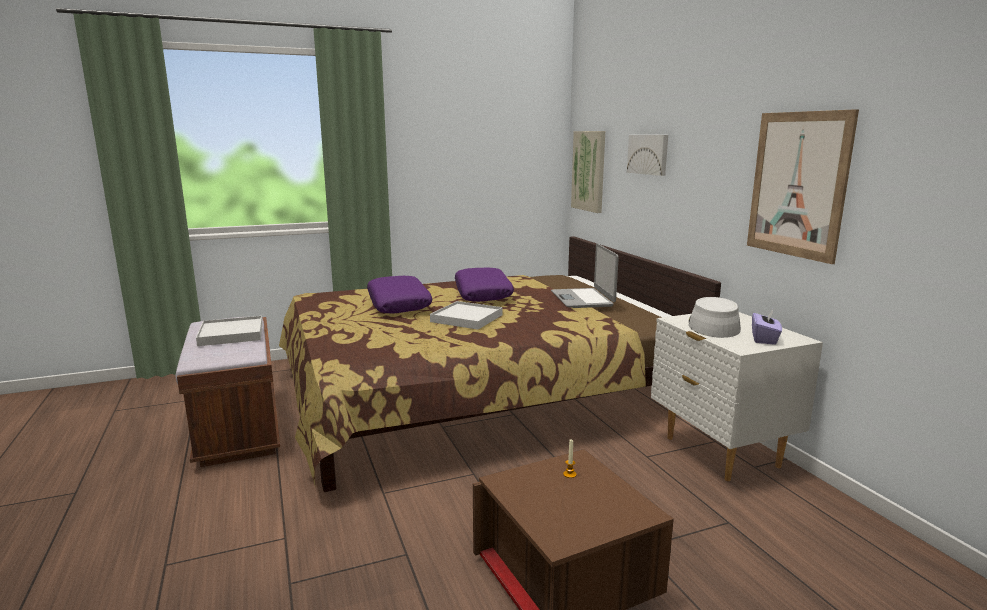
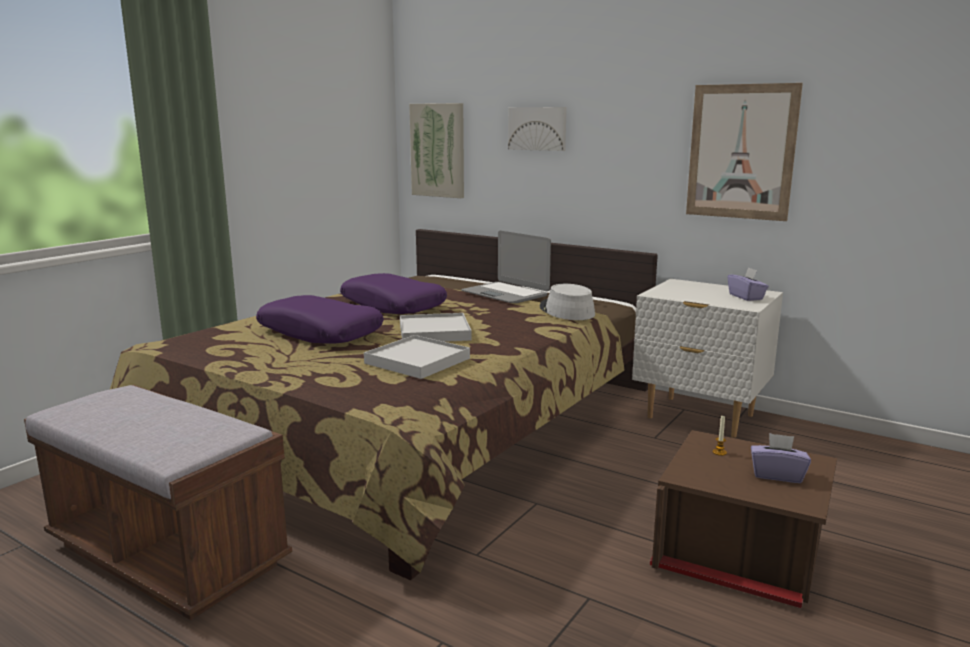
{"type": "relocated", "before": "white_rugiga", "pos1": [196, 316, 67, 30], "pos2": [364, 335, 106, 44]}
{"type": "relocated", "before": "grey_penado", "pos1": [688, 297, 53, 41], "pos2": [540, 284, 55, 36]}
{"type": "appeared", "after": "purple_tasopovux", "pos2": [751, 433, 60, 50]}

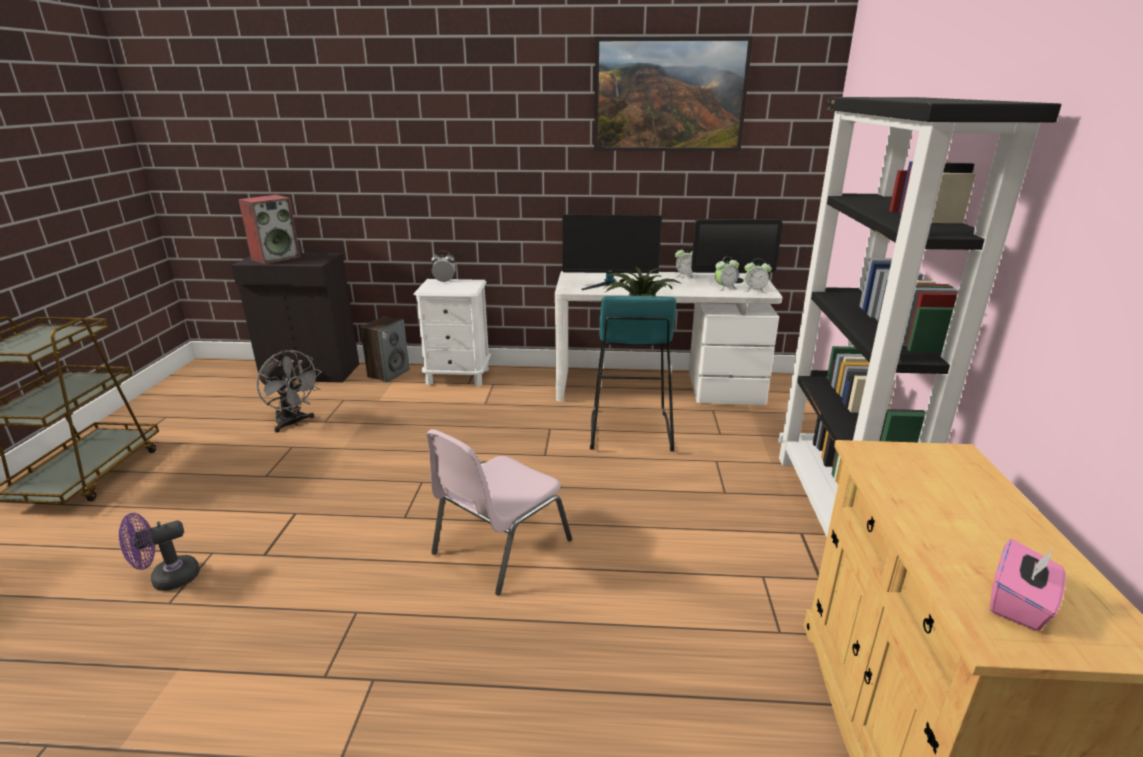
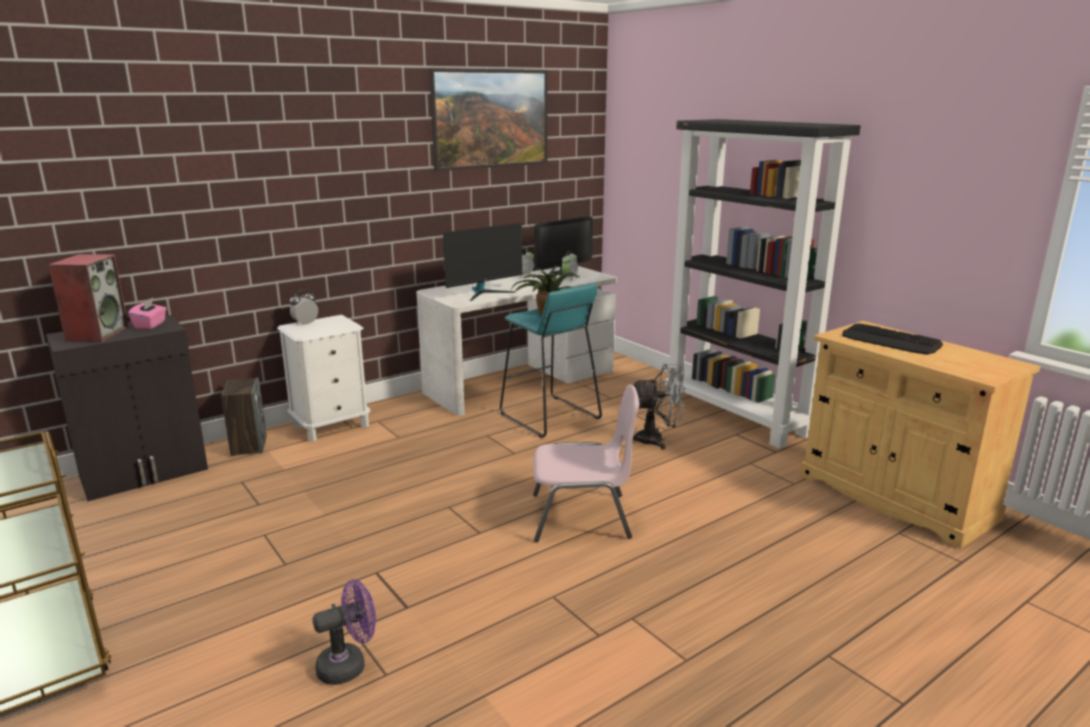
{"type": "relocated", "before": "pink_tasopovux", "pos1": [990, 539, 76, 92], "pos2": [128, 298, 38, 31]}
{"type": "spun", "before": "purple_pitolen", "pos1": [119, 513, 81, 78], "pos2": [313, 579, 63, 106], "turn": -135}
{"type": "spun", "before": "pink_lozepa", "pos1": [426, 429, 146, 167], "pos2": [533, 384, 107, 158], "turn": -90}
{"type": "relocated", "before": "grey_pitolen", "pos1": [256, 350, 65, 83], "pos2": [633, 364, 53, 86]}
{"type": "appeared", "after": "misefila", "pos2": [842, 323, 101, 32]}
{"type": "missing", "before": "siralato", "pos1": [744, 259, 28, 34]}

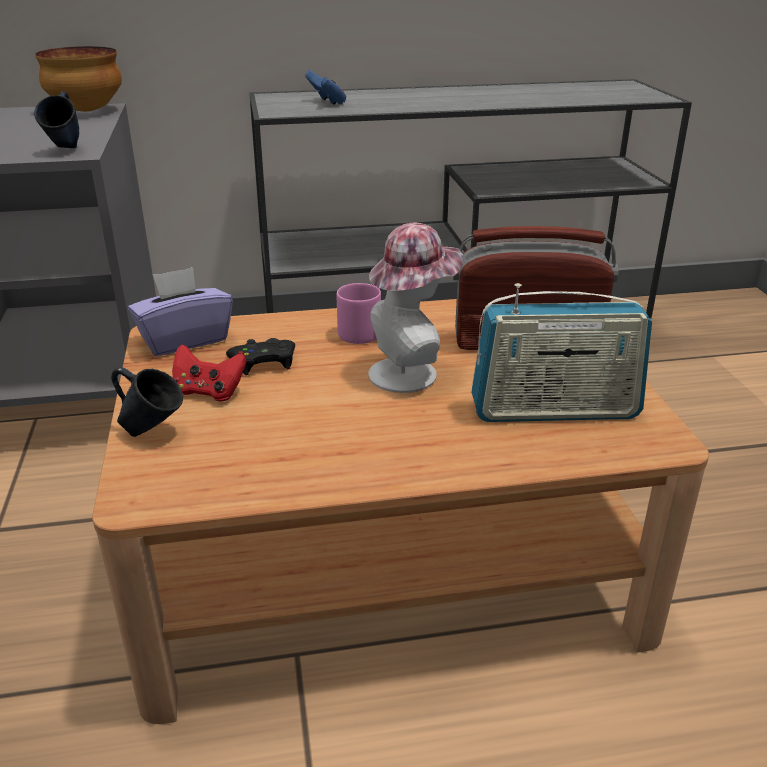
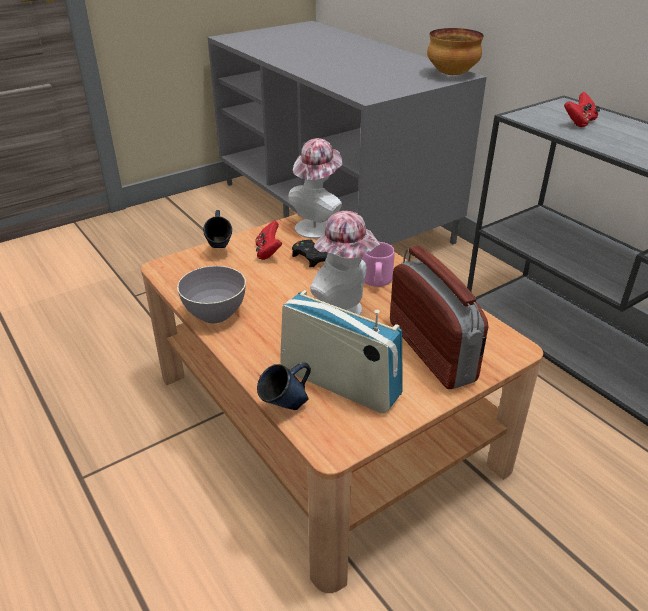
{"type": "appeared", "after": "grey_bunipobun", "pos2": [177, 266, 69, 57]}
{"type": "relocated", "before": "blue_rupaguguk", "pos1": [34, 92, 45, 56], "pos2": [257, 362, 54, 48]}
{"type": "spun", "before": "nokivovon", "pos1": [471, 283, 181, 139], "pos2": [280, 290, 123, 123], "turn": 150}
{"type": "exchanged", "before": "purple_tasopovux", "after": "penado", "pos1": [128, 267, 105, 89], "pos2": [288, 138, 55, 101]}
{"type": "colour", "before": "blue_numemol", "after": "red_numemol", "pos1": [305, 70, 41, 35], "pos2": [564, 92, 36, 35]}

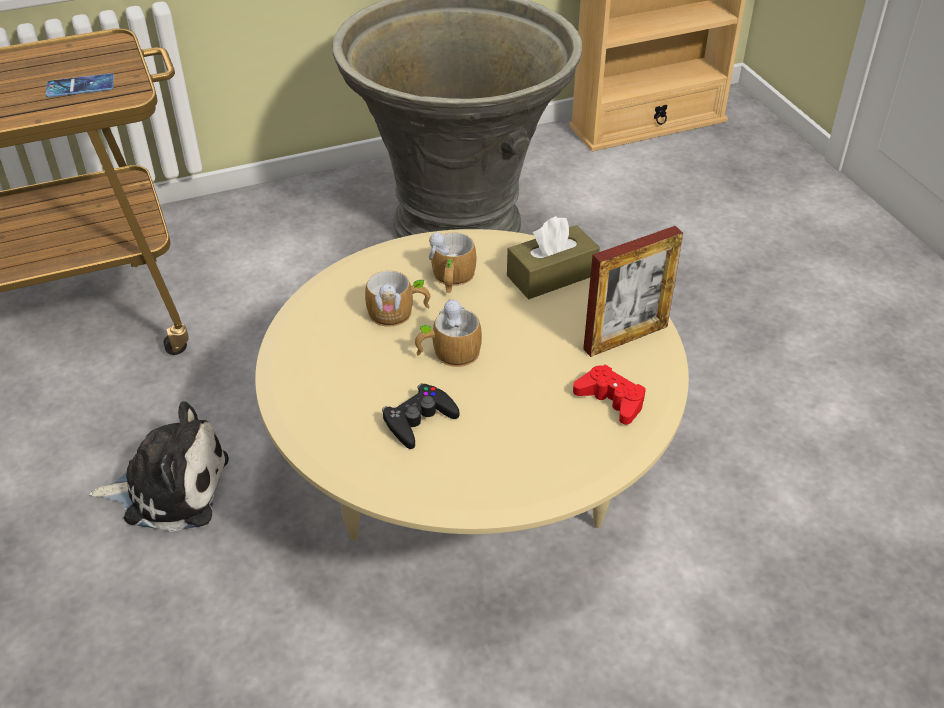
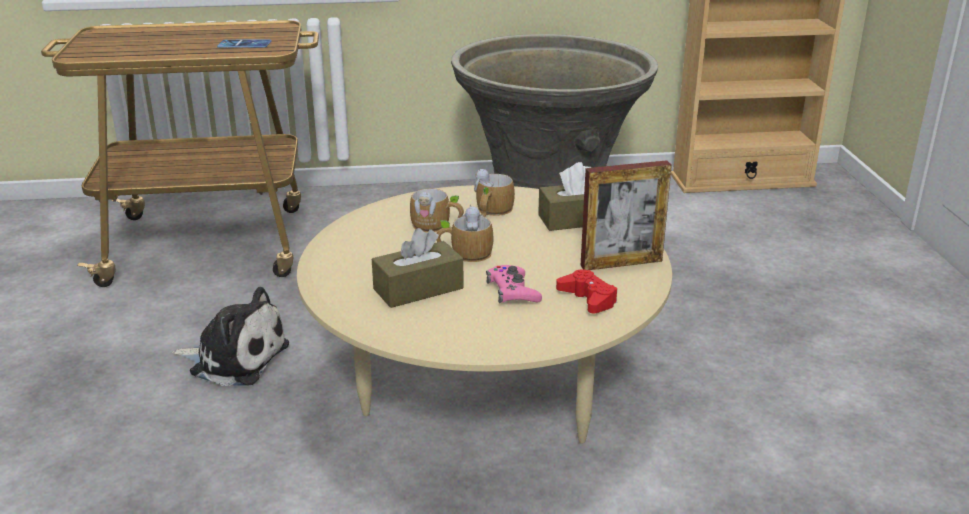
{"type": "exchanged", "before": "black_numemol", "after": "brown_tasopovux", "pos1": [382, 383, 78, 66], "pos2": [372, 228, 92, 80]}
{"type": "appeared", "after": "pink_numemol", "pos2": [486, 265, 56, 38]}

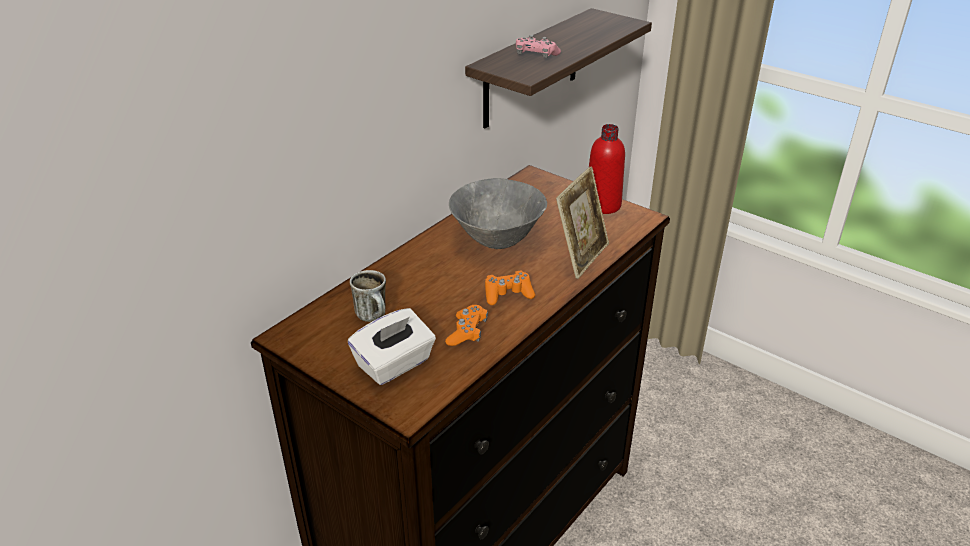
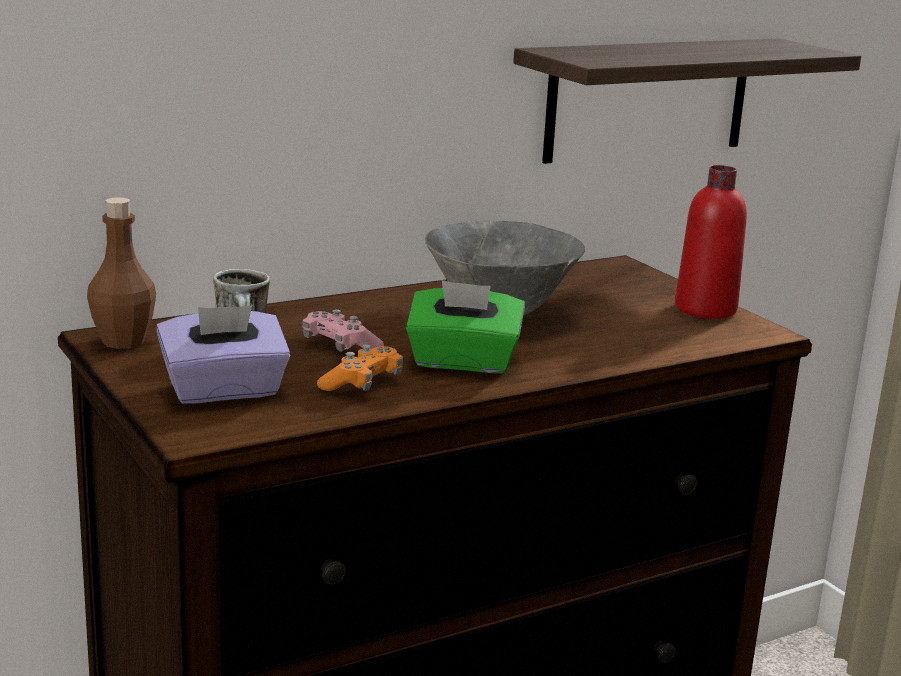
{"type": "appeared", "after": "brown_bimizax", "pos2": [87, 198, 69, 151]}
{"type": "colour", "before": "white_tasopovux", "after": "purple_tasopovux", "pos1": [348, 308, 88, 77], "pos2": [156, 305, 135, 99]}
{"type": "relocated", "before": "pink_numemol", "pos1": [516, 35, 45, 23], "pos2": [303, 309, 81, 43]}
{"type": "exchanged", "before": "orange_numemol", "after": "green_tasopovux", "pos1": [485, 271, 50, 34], "pos2": [406, 280, 119, 93]}
{"type": "missing", "before": "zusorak", "pos1": [556, 167, 53, 112]}

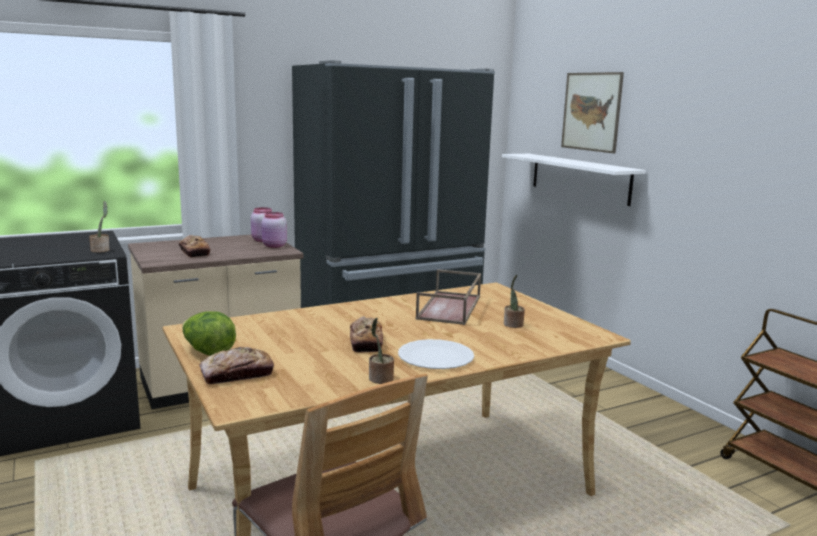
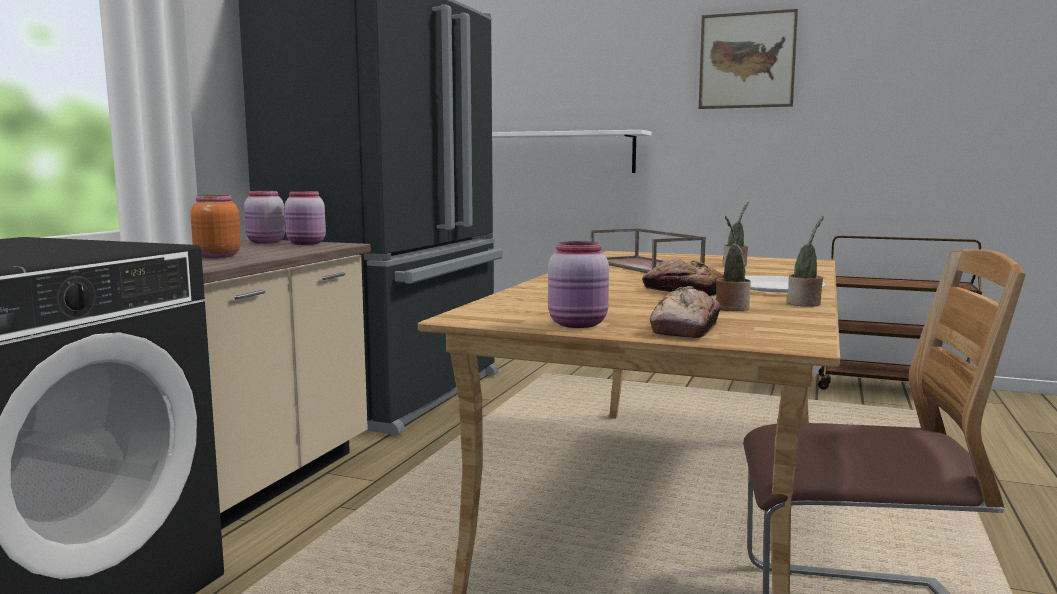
{"type": "exchanged", "before": "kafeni", "after": "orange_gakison", "pos1": [178, 235, 32, 22], "pos2": [190, 195, 51, 63]}
{"type": "exchanged", "before": "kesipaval", "after": "pink_gakison", "pos1": [182, 311, 54, 45], "pos2": [548, 241, 61, 87]}
{"type": "relocated", "before": "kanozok", "pos1": [561, 72, 63, 81], "pos2": [699, 9, 99, 100]}
{"type": "relocated", "before": "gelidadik", "pos1": [89, 201, 21, 52], "pos2": [716, 216, 35, 95]}

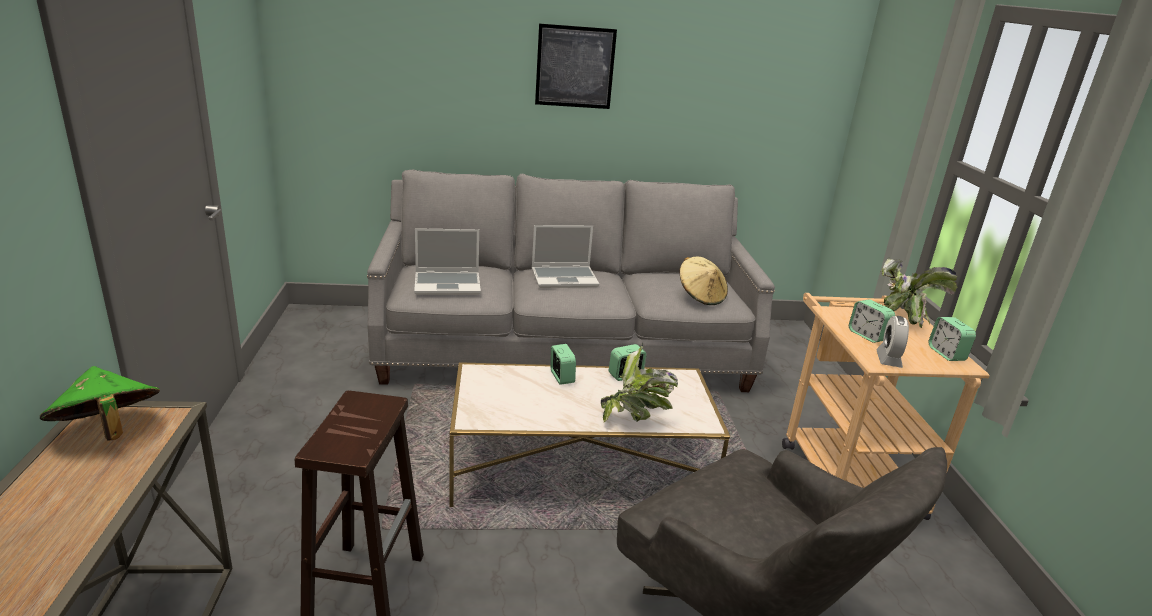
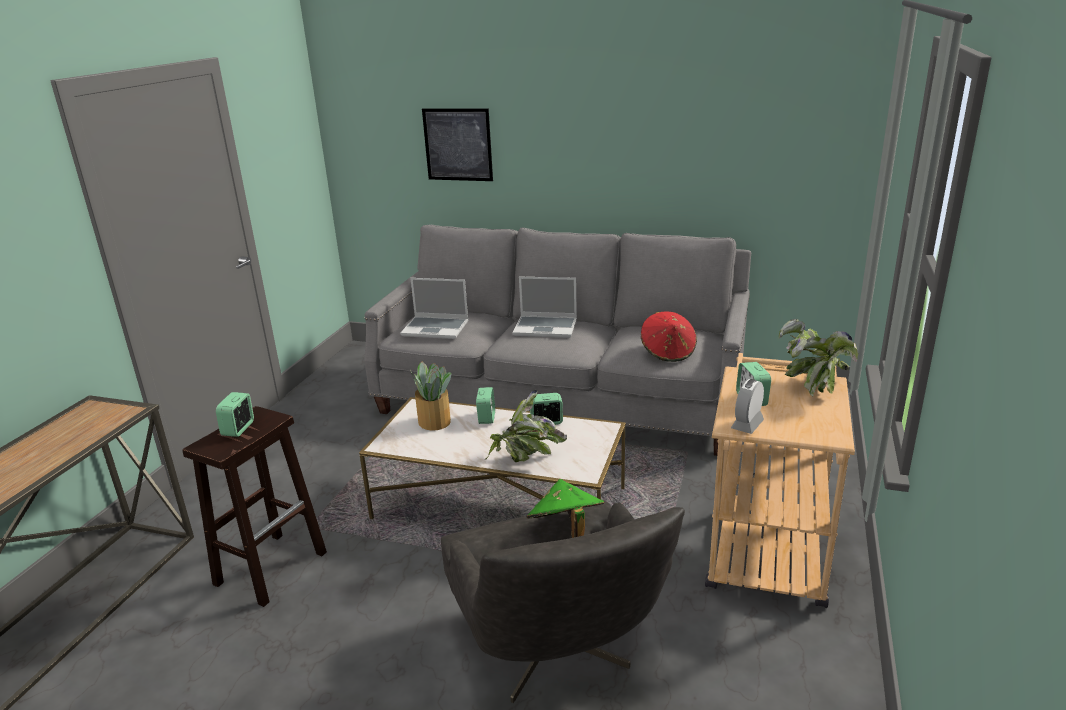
{"type": "relocated", "before": "siralato", "pos1": [928, 317, 48, 44], "pos2": [216, 392, 38, 45]}
{"type": "appeared", "after": "gelidadik", "pos2": [410, 362, 42, 69]}
{"type": "relocated", "before": "kanozok", "pos1": [535, 24, 82, 85], "pos2": [422, 108, 71, 73]}
{"type": "relocated", "before": "green_penado", "pos1": [40, 366, 120, 75], "pos2": [527, 479, 77, 59]}
{"type": "colour", "before": "beige_penado", "after": "red_penado", "pos1": [680, 257, 48, 48], "pos2": [641, 312, 56, 50]}

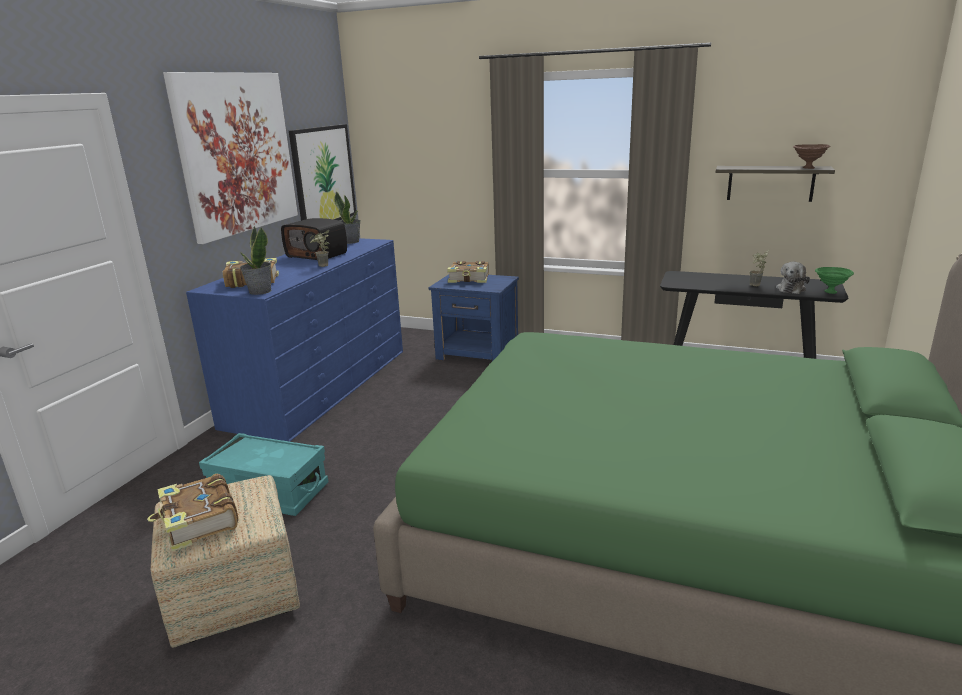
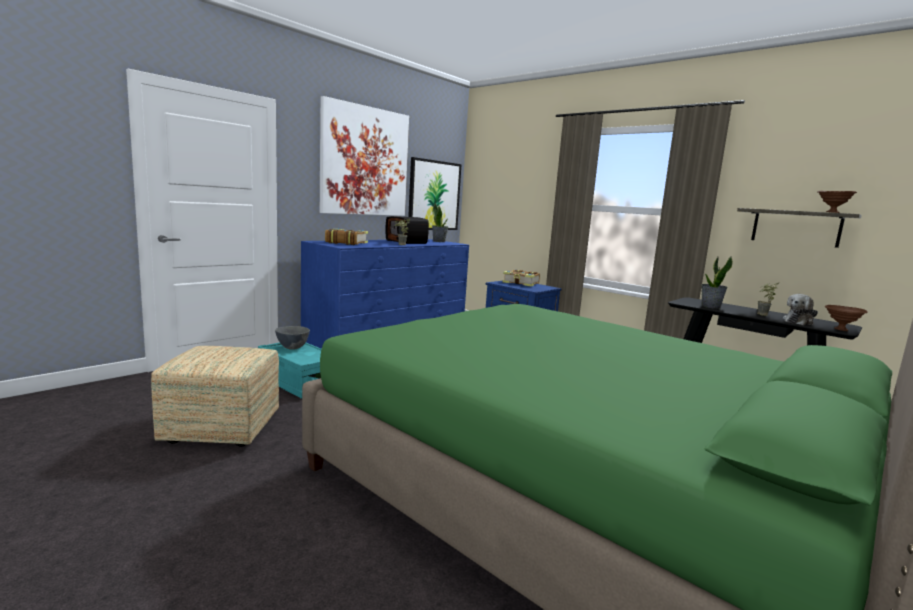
{"type": "appeared", "after": "grey_bunipobun", "pos2": [275, 326, 35, 24]}
{"type": "relocated", "before": "gelidadik", "pos1": [240, 226, 32, 69], "pos2": [701, 256, 32, 53]}
{"type": "colour", "before": "green_bunipobun", "after": "brown_bunipobun", "pos1": [815, 267, 39, 27], "pos2": [825, 305, 43, 26]}
{"type": "missing", "before": "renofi", "pos1": [147, 474, 91, 77]}

